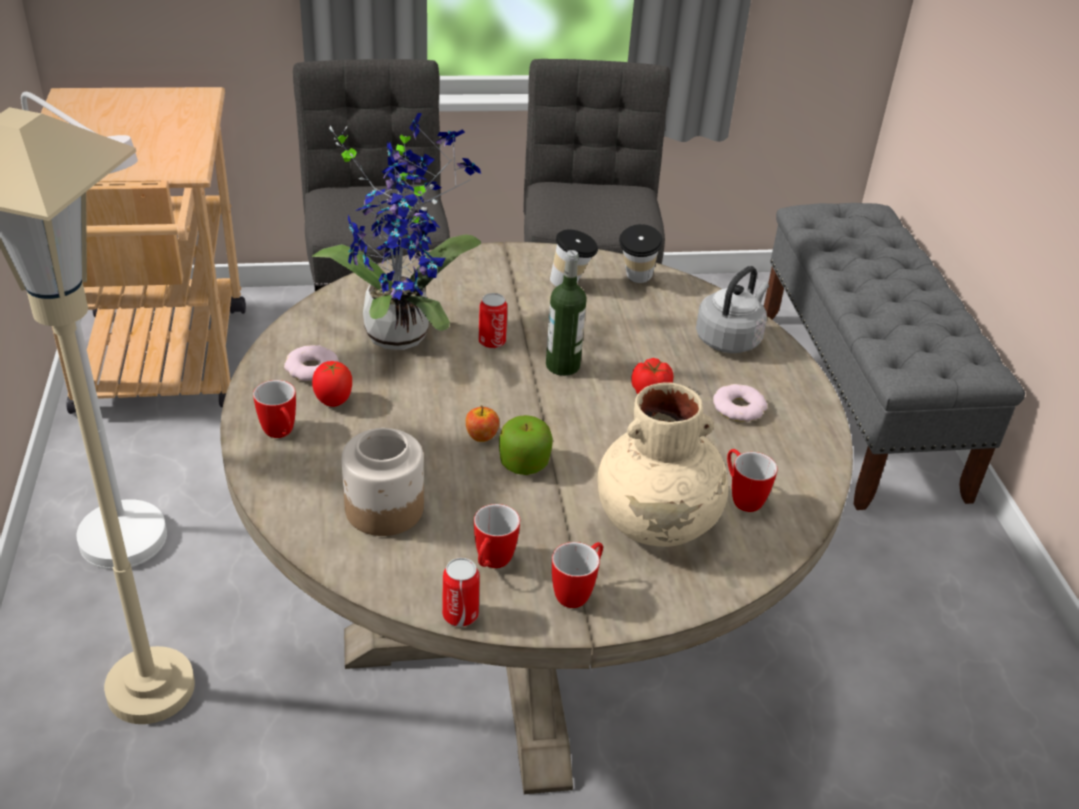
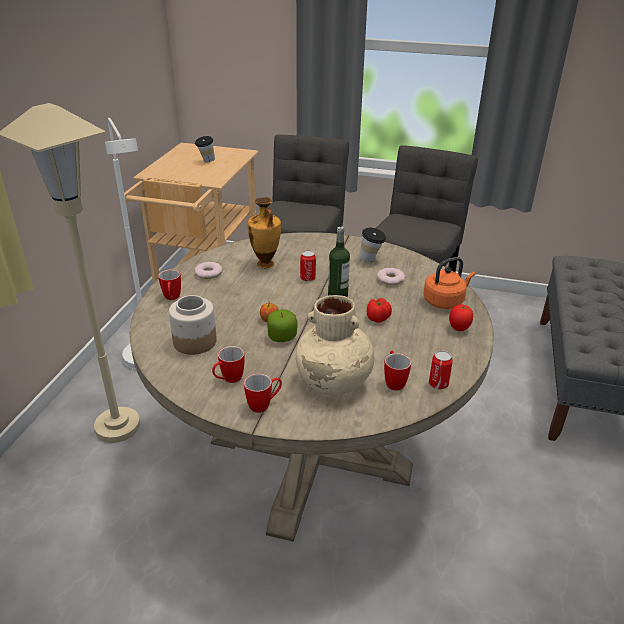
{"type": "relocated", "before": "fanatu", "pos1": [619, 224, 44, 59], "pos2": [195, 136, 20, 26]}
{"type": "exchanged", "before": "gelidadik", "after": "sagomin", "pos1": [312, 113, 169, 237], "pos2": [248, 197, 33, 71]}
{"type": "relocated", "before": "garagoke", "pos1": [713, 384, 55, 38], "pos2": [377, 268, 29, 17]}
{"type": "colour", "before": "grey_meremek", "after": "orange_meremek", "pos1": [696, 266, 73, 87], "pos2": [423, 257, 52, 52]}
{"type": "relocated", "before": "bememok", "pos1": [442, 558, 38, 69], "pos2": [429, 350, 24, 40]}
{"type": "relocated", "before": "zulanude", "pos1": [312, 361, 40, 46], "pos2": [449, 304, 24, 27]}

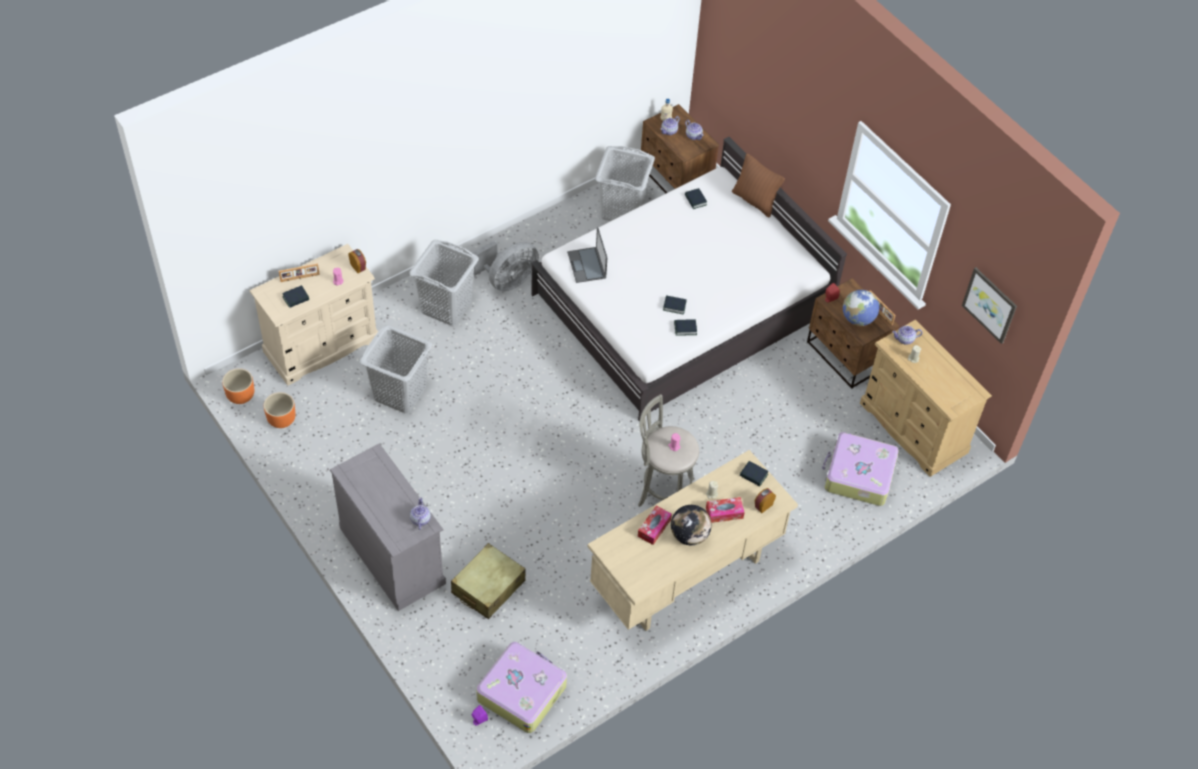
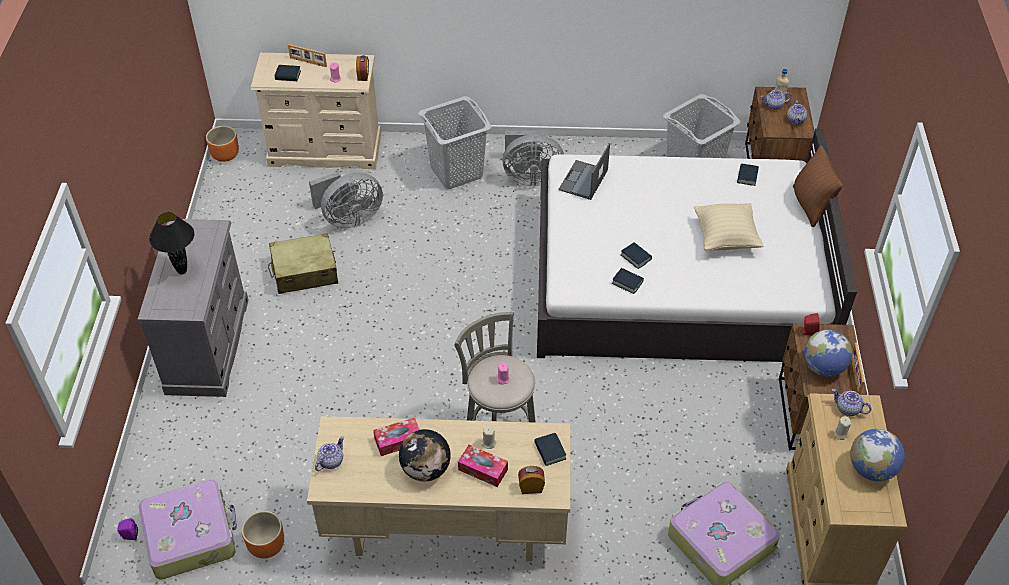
{"type": "appeared", "after": "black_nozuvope", "pos2": [149, 212, 45, 63]}
{"type": "relocated", "before": "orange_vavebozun", "pos1": [264, 392, 32, 36], "pos2": [242, 511, 42, 47]}
{"type": "relocated", "before": "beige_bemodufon", "pos1": [451, 543, 75, 76], "pos2": [268, 233, 70, 61]}
{"type": "exchanged", "before": "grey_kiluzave", "after": "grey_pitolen", "pos1": [360, 325, 72, 88], "pos2": [309, 172, 74, 56]}
{"type": "relocated", "before": "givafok", "pos1": [410, 497, 21, 33], "pos2": [315, 436, 29, 35]}
{"type": "appeared", "after": "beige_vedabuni", "pos2": [694, 203, 69, 48]}
{"type": "appeared", "after": "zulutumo", "pos2": [850, 429, 55, 53]}
{"type": "missing", "before": "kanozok", "pos1": [962, 267, 55, 77]}

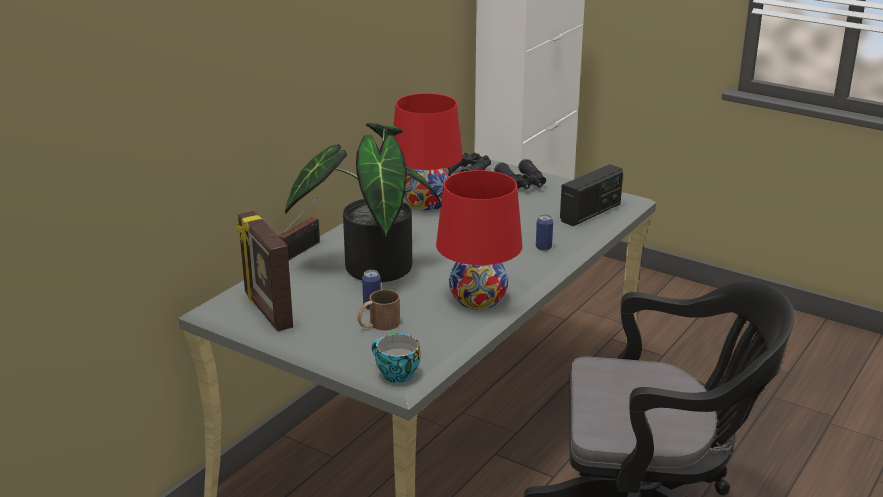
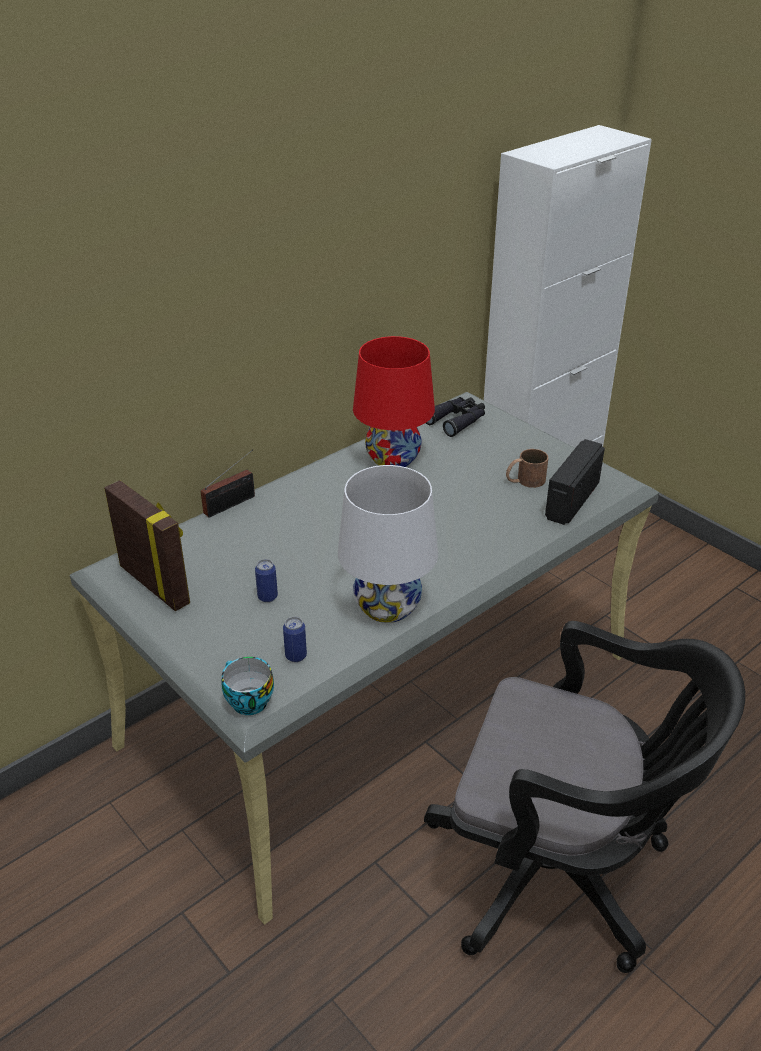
{"type": "spun", "before": "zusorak", "pos1": [236, 211, 57, 120], "pos2": [104, 480, 86, 131], "turn": 150}
{"type": "relocated", "before": "bememok", "pos1": [536, 214, 17, 37], "pos2": [283, 617, 24, 45]}
{"type": "colour", "before": "red_nozuvope", "after": "white_nozuvope", "pos1": [436, 170, 86, 139], "pos2": [338, 465, 100, 158]}
{"type": "relocated", "before": "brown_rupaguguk", "pos1": [358, 290, 42, 40], "pos2": [506, 449, 42, 39]}
{"type": "spun", "before": "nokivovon", "pos1": [560, 164, 63, 62], "pos2": [545, 439, 60, 86], "turn": 150}
{"type": "missing", "before": "gelidadik", "pos1": [285, 123, 155, 159]}
{"type": "missing", "before": "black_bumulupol", "pos1": [494, 159, 52, 30]}

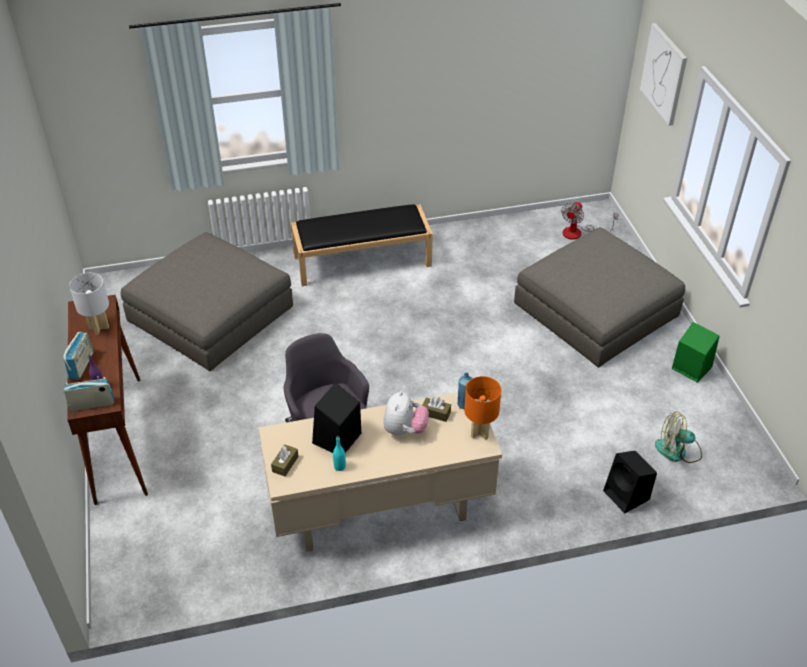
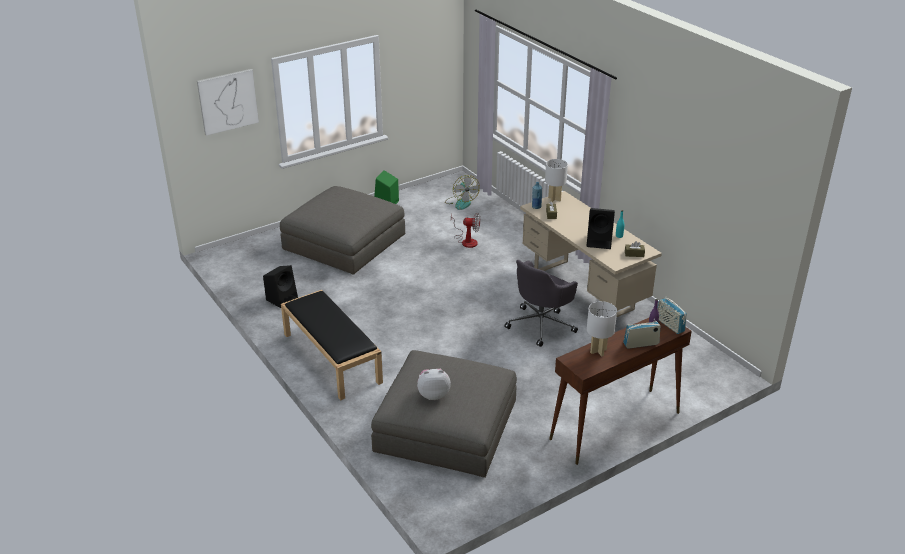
{"type": "relocated", "before": "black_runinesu", "pos1": [603, 451, 54, 62], "pos2": [263, 265, 35, 43]}
{"type": "relocated", "before": "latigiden", "pos1": [383, 391, 46, 45], "pos2": [417, 369, 34, 31]}
{"type": "relocated", "before": "pitolen", "pos1": [561, 201, 58, 39], "pos2": [451, 213, 29, 35]}
{"type": "colour", "before": "orange_nozuvope", "after": "white_nozuvope", "pos1": [464, 376, 37, 64], "pos2": [545, 159, 23, 43]}

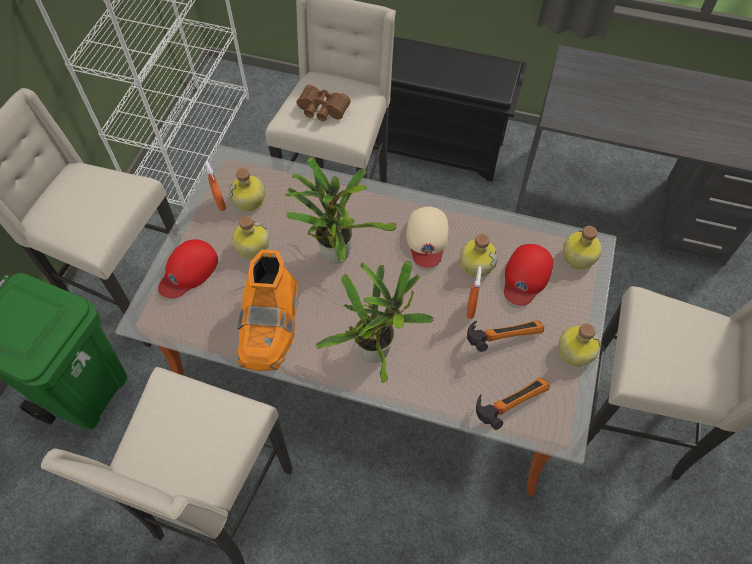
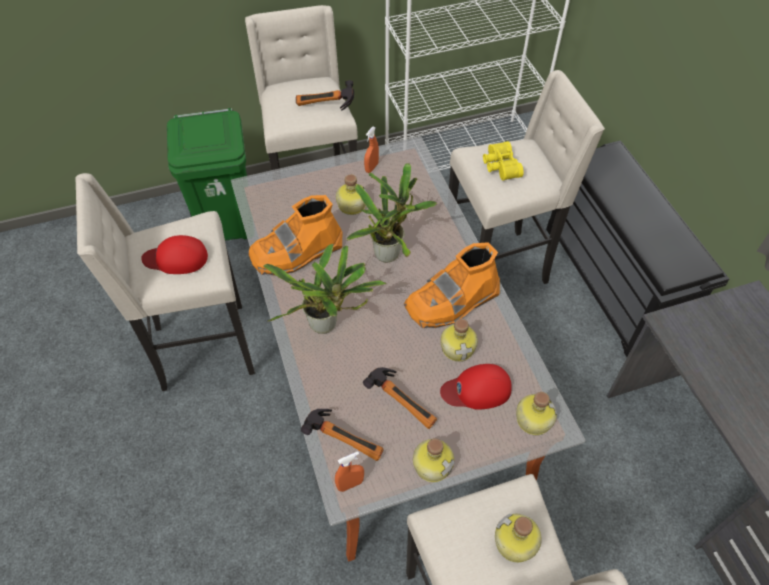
{"type": "relocated", "before": "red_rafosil", "pos1": [158, 239, 60, 59], "pos2": [141, 235, 67, 39]}
{"type": "appeared", "after": "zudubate", "pos2": [296, 80, 58, 30]}
{"type": "relocated", "before": "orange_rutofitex", "pos1": [466, 266, 15, 53], "pos2": [335, 452, 29, 40]}
{"type": "exchanged", "before": "beige_rafosil", "after": "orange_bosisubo", "pos1": [406, 207, 43, 61], "pos2": [404, 242, 96, 86]}
{"type": "colour", "before": "brown_bumulupol", "after": "yellow_bumulupol", "pos1": [297, 85, 53, 36], "pos2": [483, 141, 41, 40]}
{"type": "relocated", "before": "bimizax", "pos1": [229, 168, 36, 43], "pos2": [495, 514, 47, 49]}

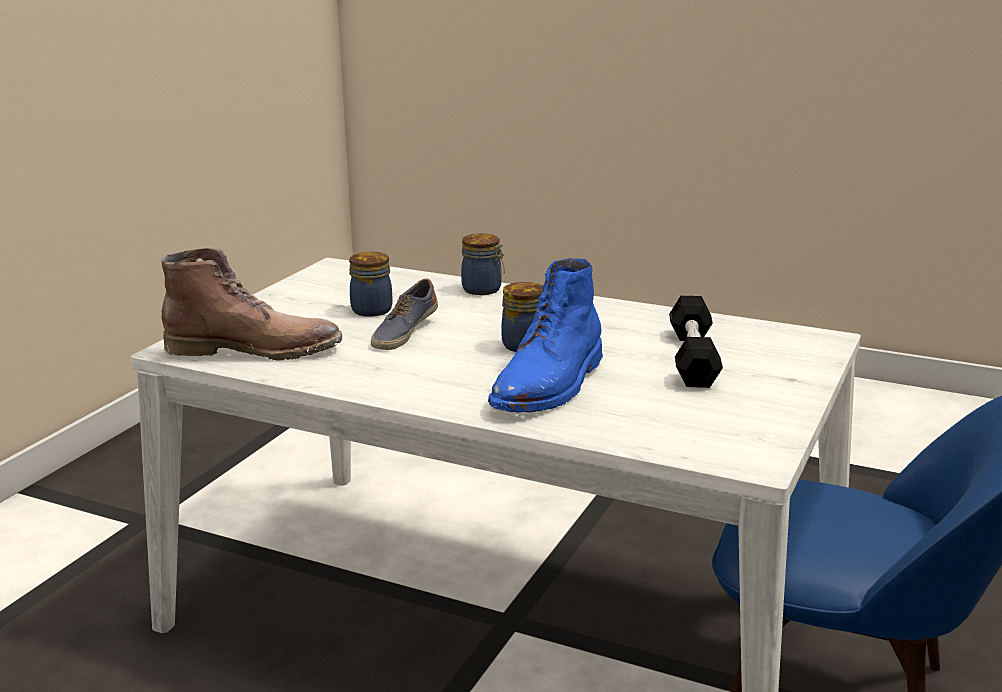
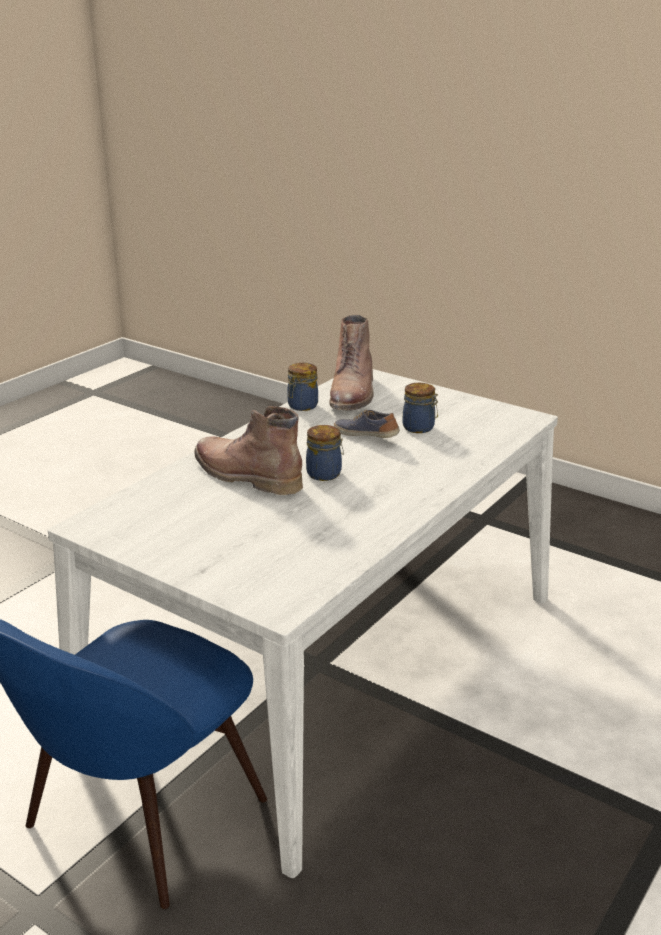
{"type": "colour", "before": "blue_bosisubo", "after": "brown_bosisubo", "pos1": [488, 258, 115, 155], "pos2": [194, 406, 109, 89]}
{"type": "relocated", "before": "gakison", "pos1": [461, 233, 44, 62], "pos2": [287, 363, 31, 48]}
{"type": "missing", "before": "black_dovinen", "pos1": [669, 296, 54, 92]}

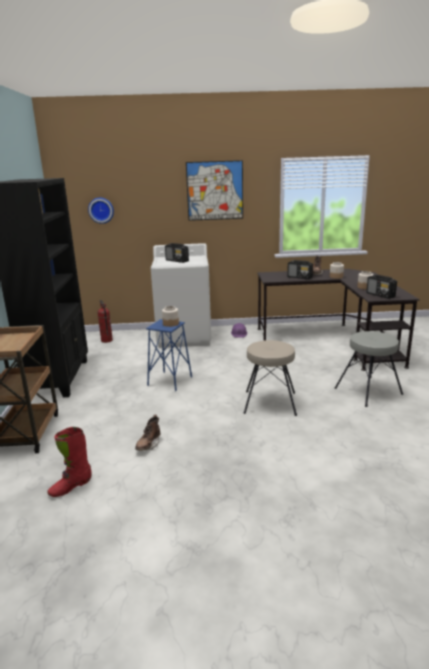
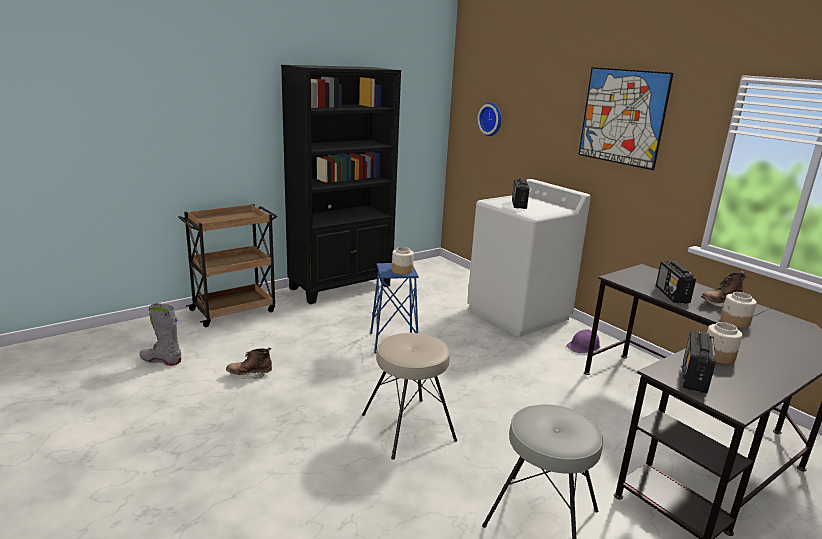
{"type": "colour", "before": "red_bosisubo", "after": "grey_bosisubo", "pos1": [47, 427, 45, 70], "pos2": [139, 303, 42, 63]}
{"type": "missing", "before": "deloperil", "pos1": [98, 300, 15, 43]}

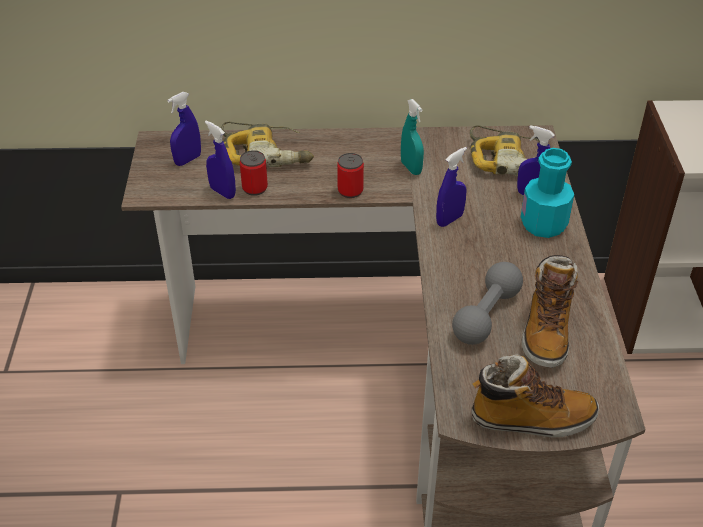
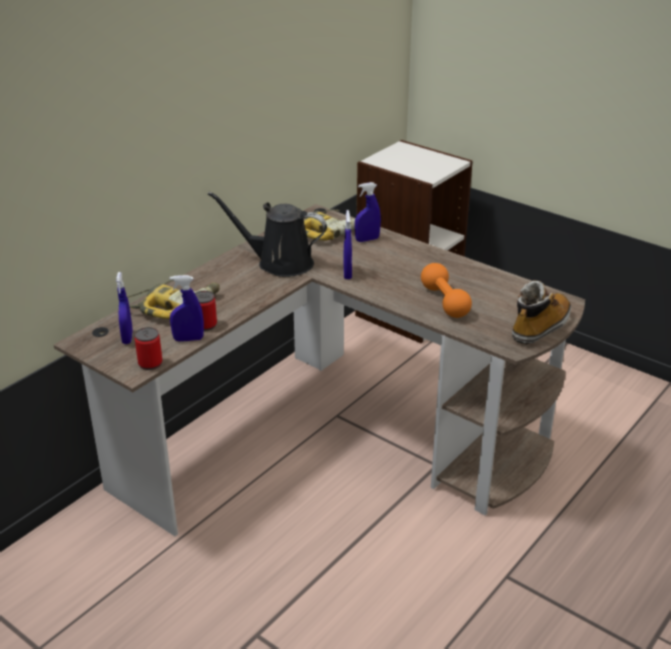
{"type": "relocated", "before": "bememok", "pos1": [337, 153, 27, 45], "pos2": [135, 327, 27, 43]}
{"type": "exchanged", "before": "turquoise_rutofitex", "after": "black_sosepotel", "pos1": [401, 99, 23, 76], "pos2": [208, 192, 119, 85]}
{"type": "colour", "before": "grey_dovinen", "after": "orange_dovinen", "pos1": [452, 262, 71, 83], "pos2": [421, 263, 51, 55]}
{"type": "missing", "before": "turquoise_bimizax", "pos1": [521, 148, 53, 90]}
{"type": "missing", "before": "bosisubo", "pos1": [521, 255, 57, 113]}

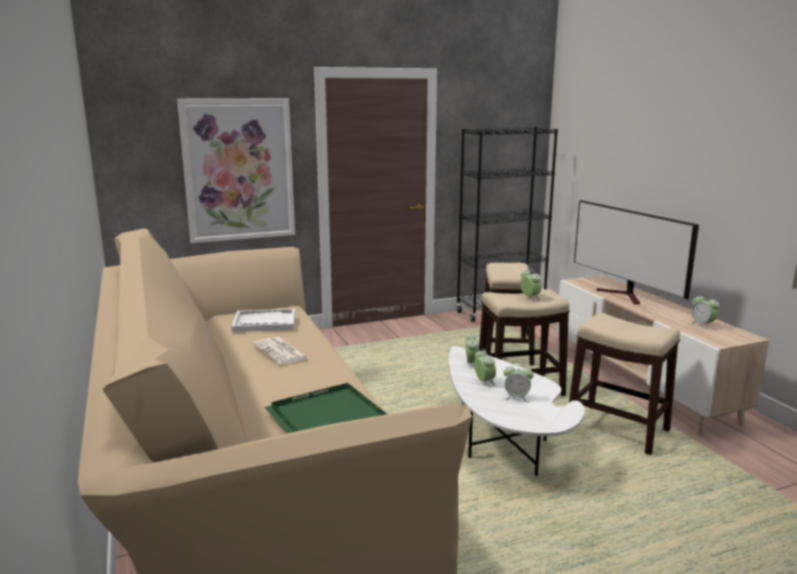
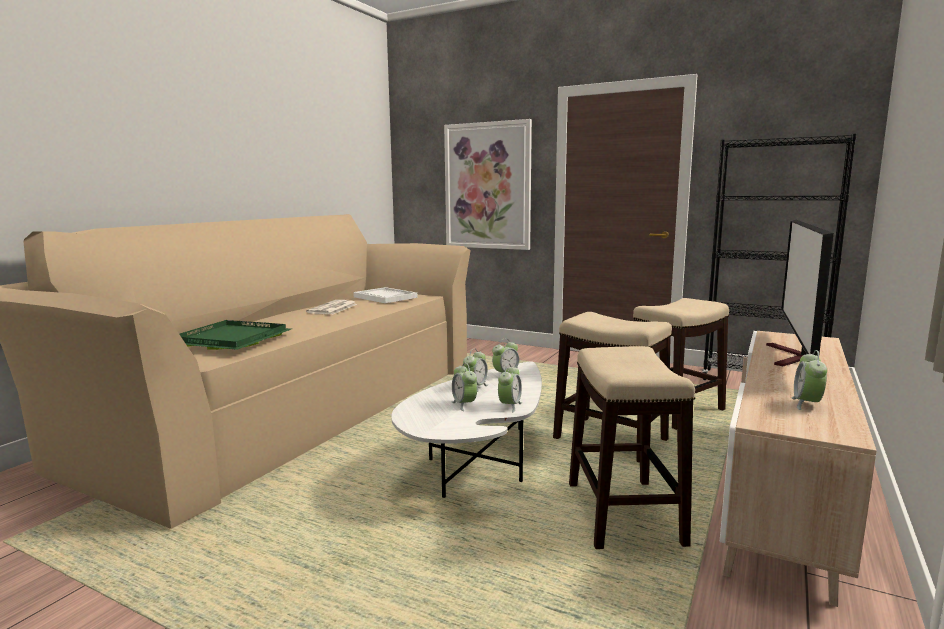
{"type": "relocated", "before": "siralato", "pos1": [520, 268, 22, 32], "pos2": [498, 364, 24, 48]}

